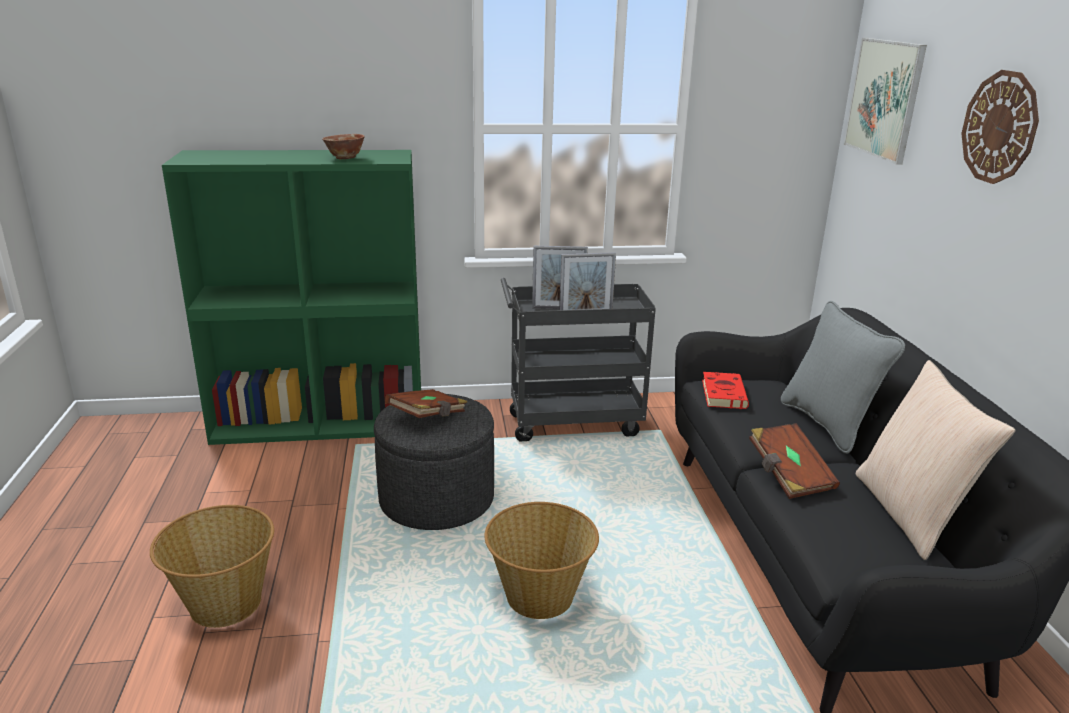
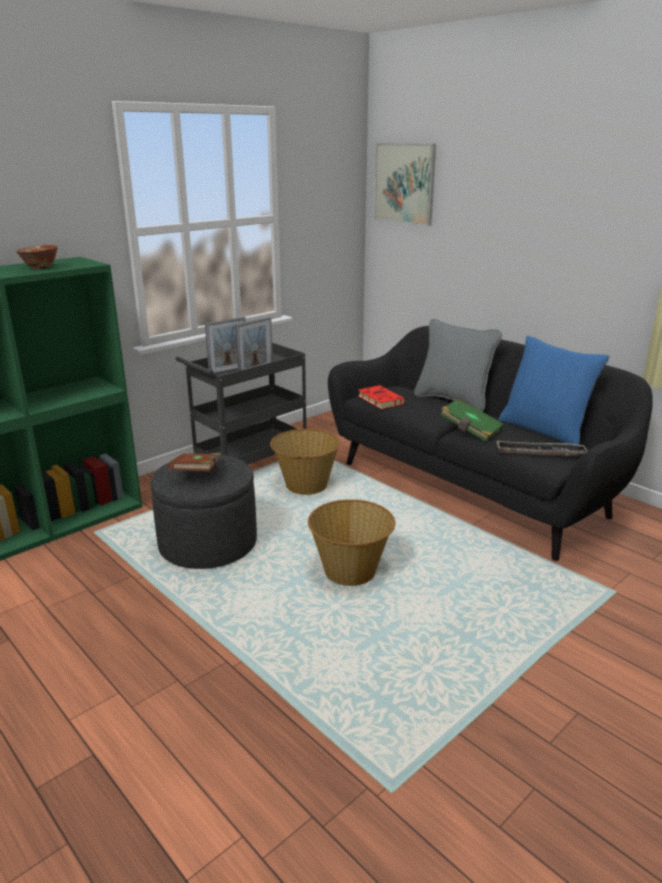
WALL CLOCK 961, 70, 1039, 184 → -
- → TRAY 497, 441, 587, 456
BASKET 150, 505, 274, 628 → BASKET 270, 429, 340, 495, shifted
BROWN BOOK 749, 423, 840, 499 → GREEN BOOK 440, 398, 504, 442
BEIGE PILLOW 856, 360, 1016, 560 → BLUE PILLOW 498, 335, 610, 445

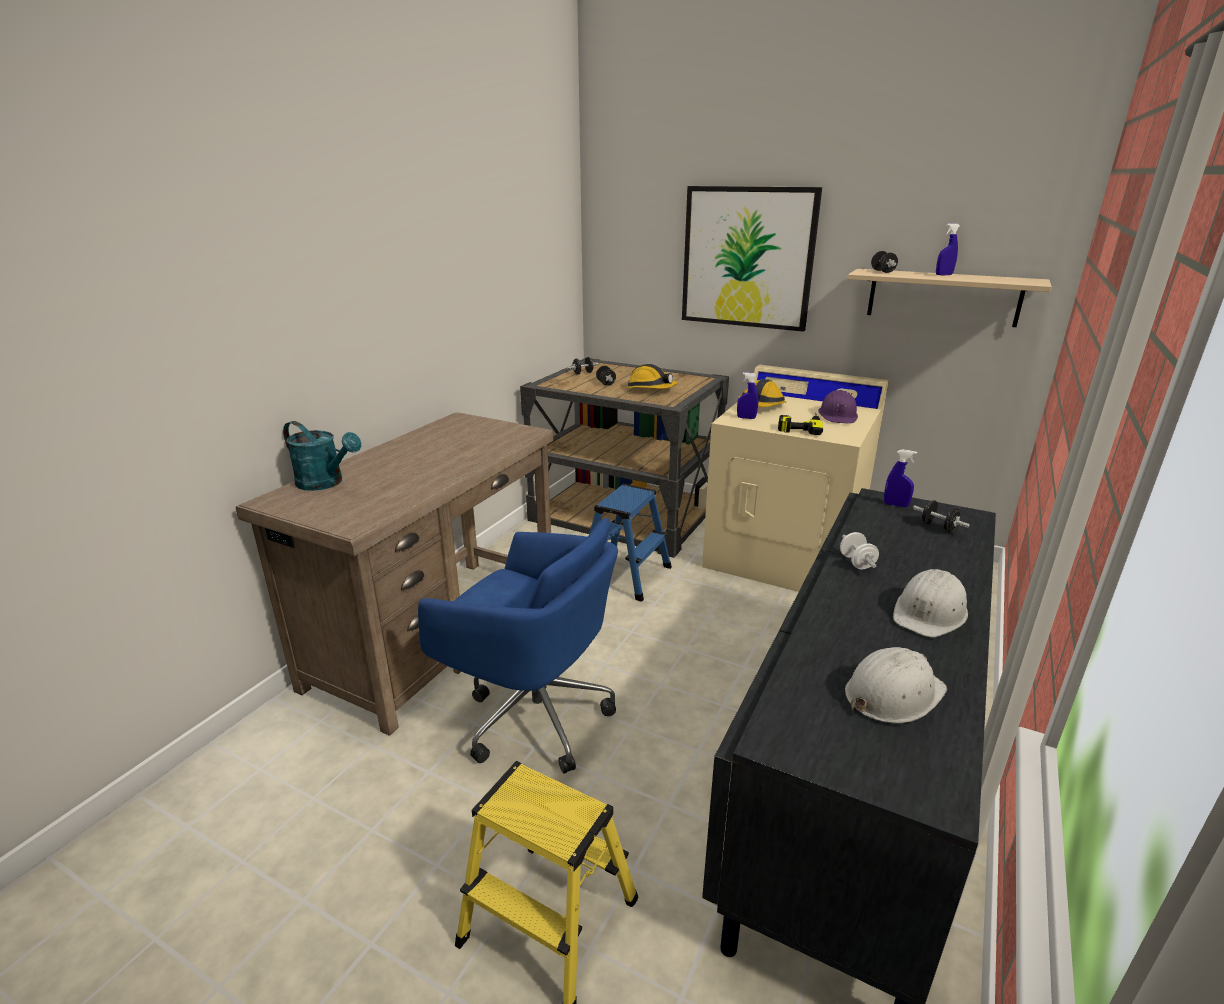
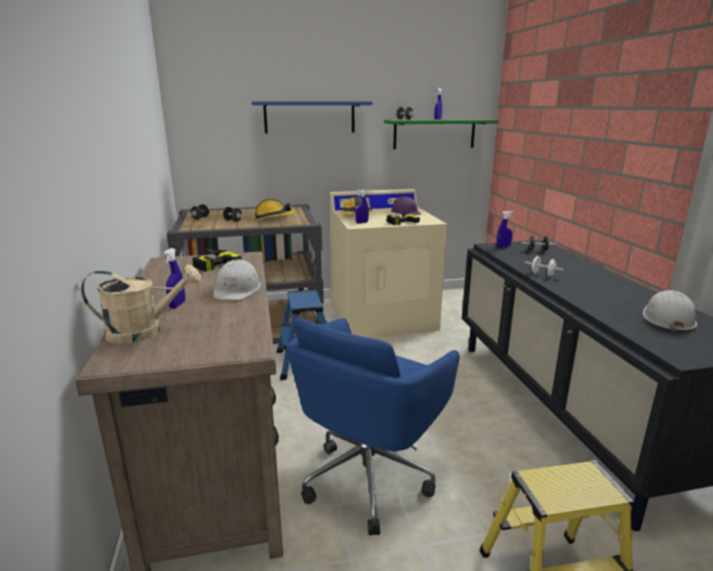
- → BLUE SPRAY BOTTLE 164, 248, 185, 309
- → POWER DRILL 193, 249, 242, 272
WHITE HARD HAT 893, 569, 968, 638 → WHITE HARD HAT 214, 259, 261, 300, shifted
PICTURE 682, 186, 822, 332 → BLUE SHELF 251, 101, 373, 134
TURQUOISE WATERING CAN 283, 421, 361, 491 → BEIGE WATERING CAN 81, 264, 202, 344
BEIGE SHELF 847, 269, 1052, 327 → GREEN SHELF 384, 119, 499, 149
BLUE OFFICE CHAIR 418, 518, 618, 774 → BLUE OFFICE CHAIR 286, 318, 460, 536, 135 degrees clockwise

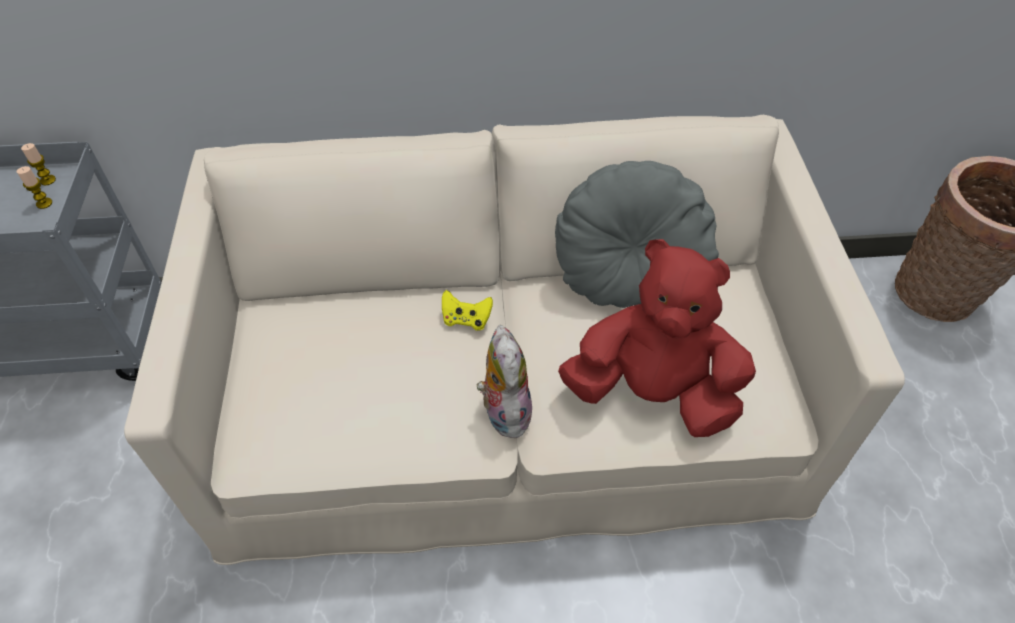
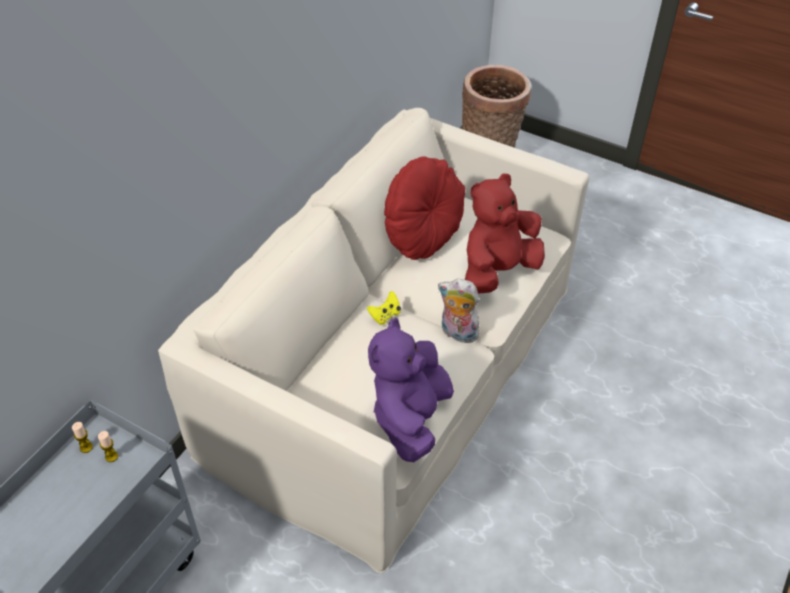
- → PURPLE PLUSH TOY 368, 318, 454, 462
GREY PILLOW 555, 161, 719, 308 → RED PILLOW 384, 157, 465, 260

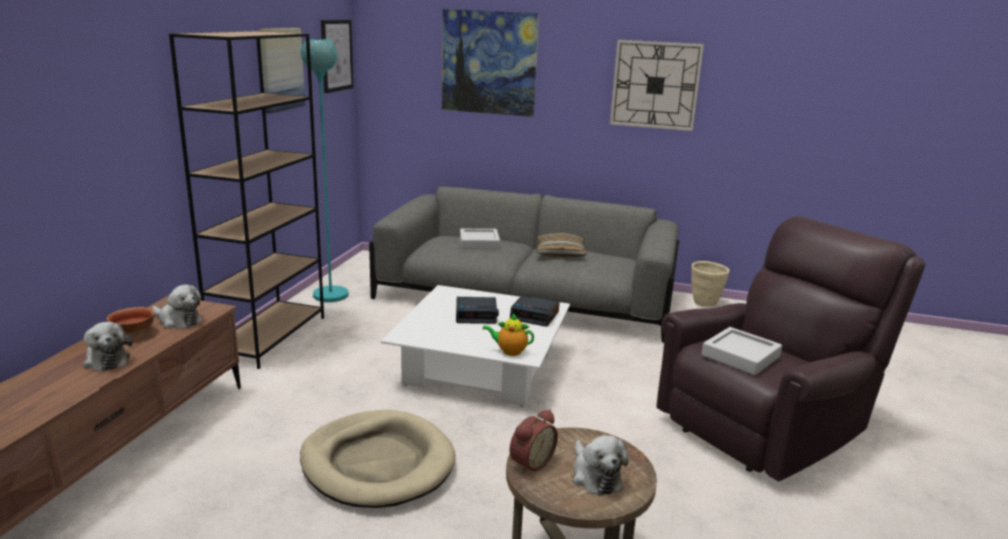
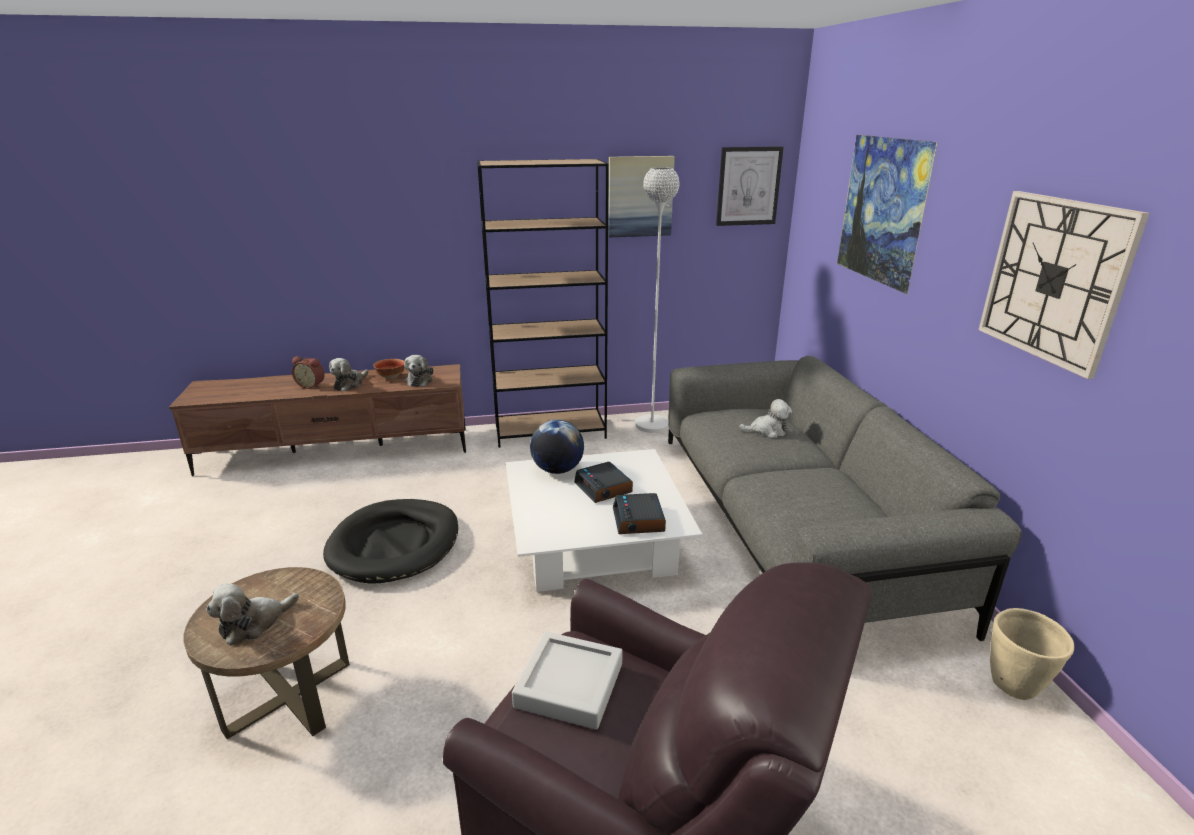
TEAPOT 482, 313, 534, 356 → -
PILLOW 536, 233, 587, 258 → -
- → GLOBE 530, 420, 584, 474
ALARM CLOCK 510, 409, 558, 474 → ALARM CLOCK 292, 356, 325, 389, shifted
GREY TRAY 460, 229, 500, 249 → PLUSH TOY 739, 399, 792, 438
BEIGE DOG BED 300, 410, 456, 508 → BLACK DOG BED 323, 499, 458, 583
TURQUOISE FLOOR LAMP 301, 38, 349, 302 → WHITE FLOOR LAMP 635, 167, 679, 433

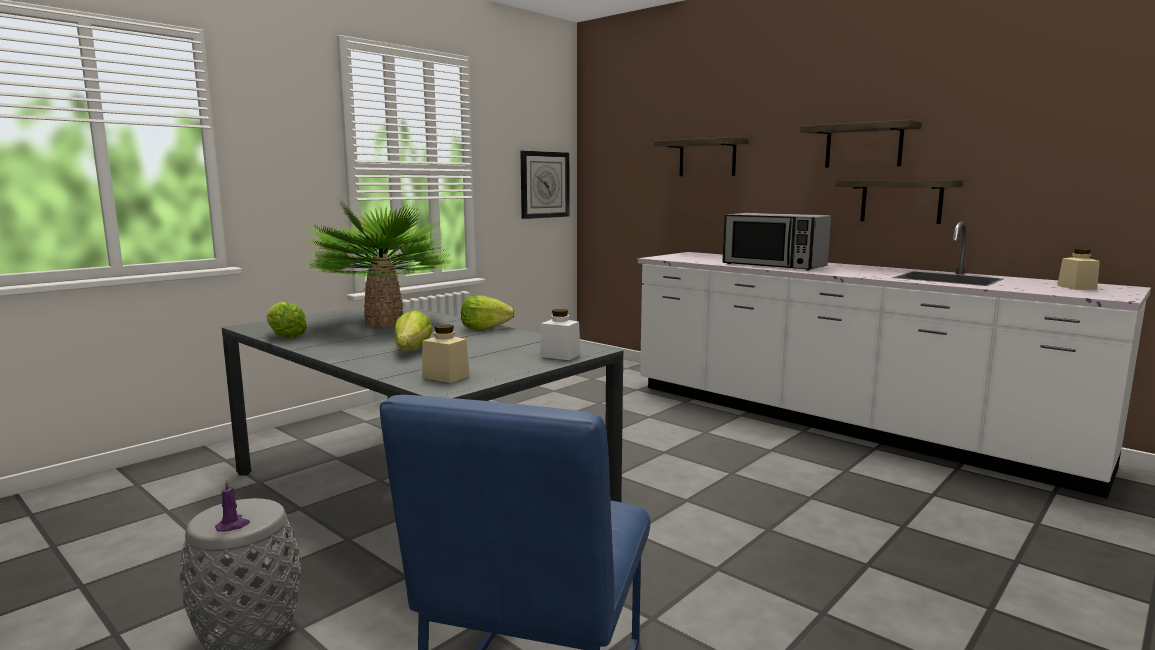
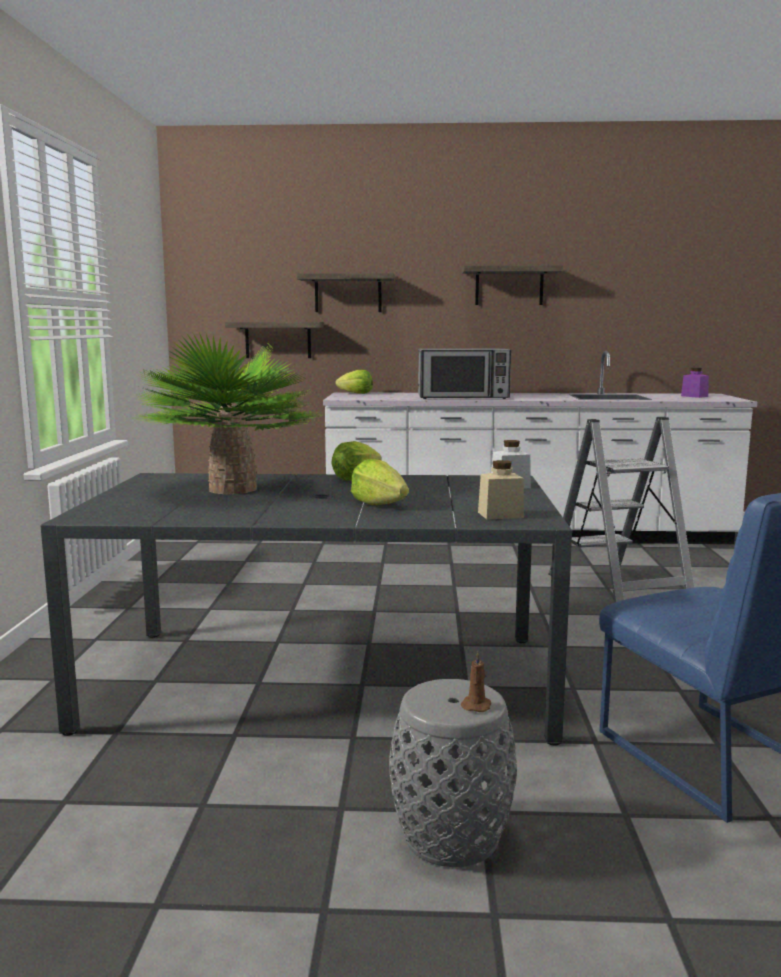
WALL CLOCK 521, 151, 569, 219 → -
- → GREY STEP LADDER 548, 417, 694, 603
LETTUCE 266, 302, 307, 338 → LETTUCE 336, 370, 373, 394, shifted
SHELF 835, 180, 963, 224 → SHELF 225, 322, 324, 358, shifted
PURPLE CANDLE 215, 479, 250, 532 → BROWN CANDLE 461, 652, 491, 712
BEIGE JAR 1057, 249, 1100, 290 → PURPLE JAR 681, 368, 709, 398

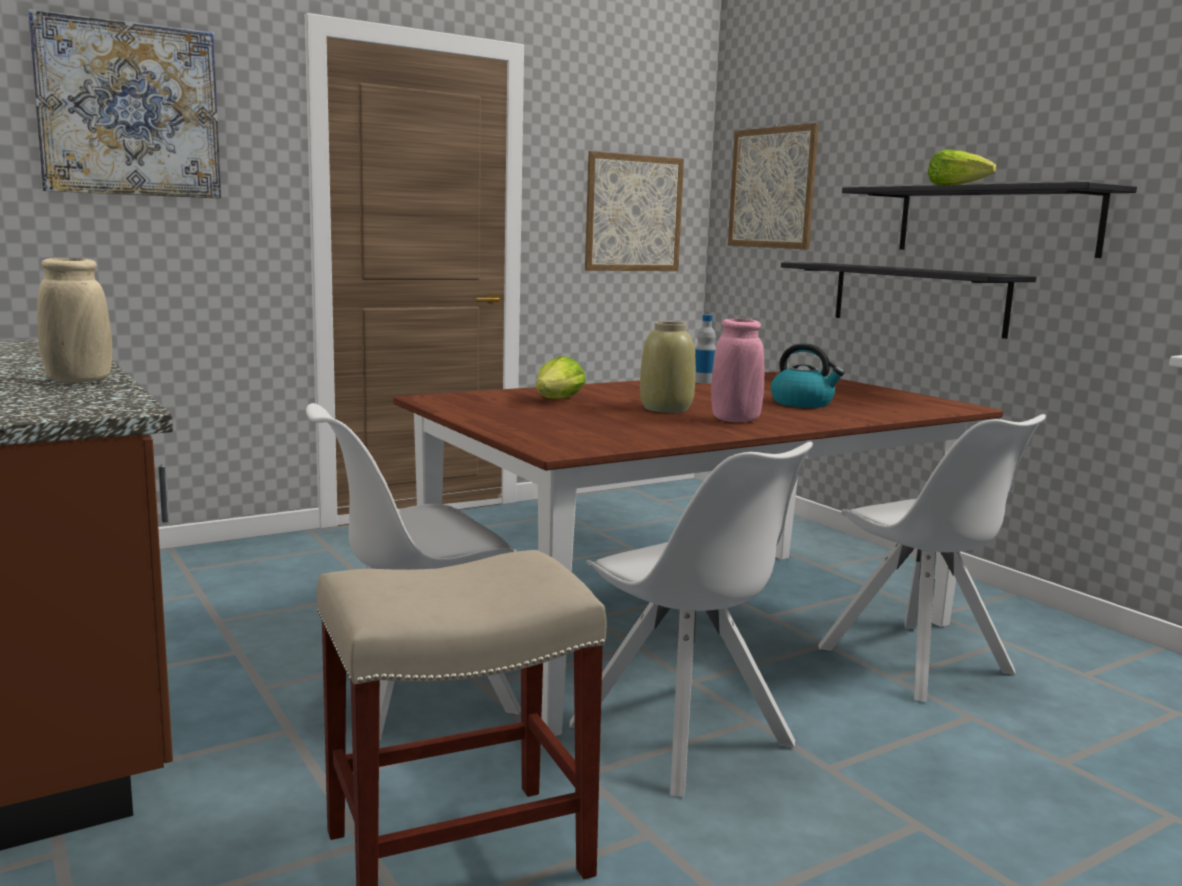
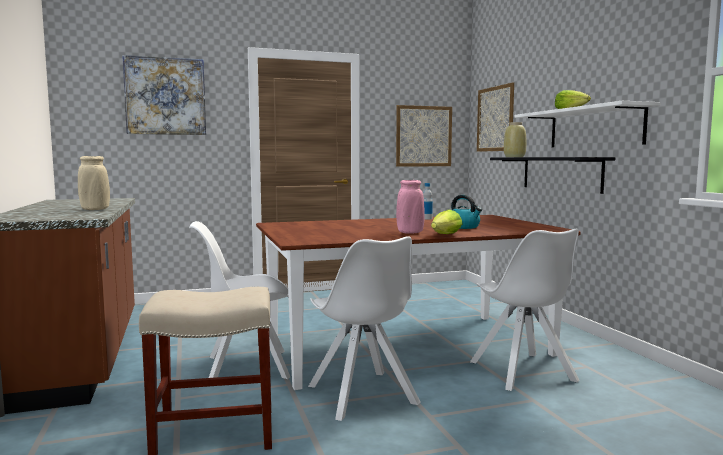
LETTUCE 536, 356, 586, 399 → LETTUCE 431, 210, 463, 234, shifted
BEIGE VASE 640, 322, 696, 413 → BEIGE VASE 504, 122, 526, 157, shifted
BLACK SHELF 842, 182, 1137, 258 → WHITE SHELF 514, 101, 661, 147

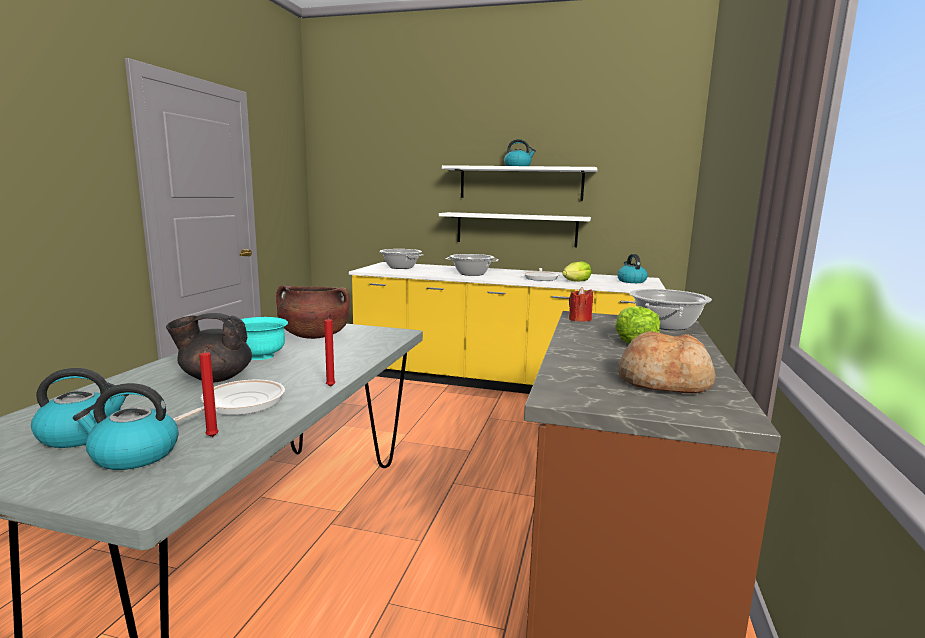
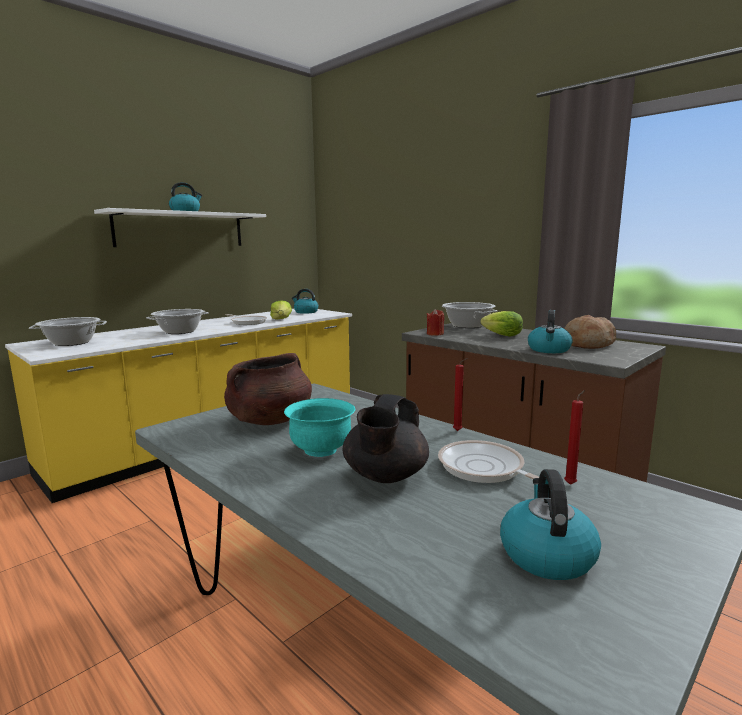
WHITE SHELF 439, 212, 591, 247 → -
KETTLE 73, 383, 178, 470 → KETTLE 528, 310, 573, 353, shifted

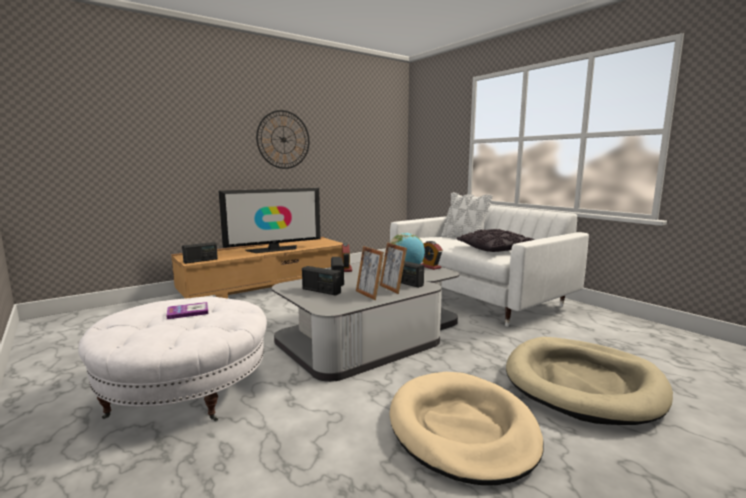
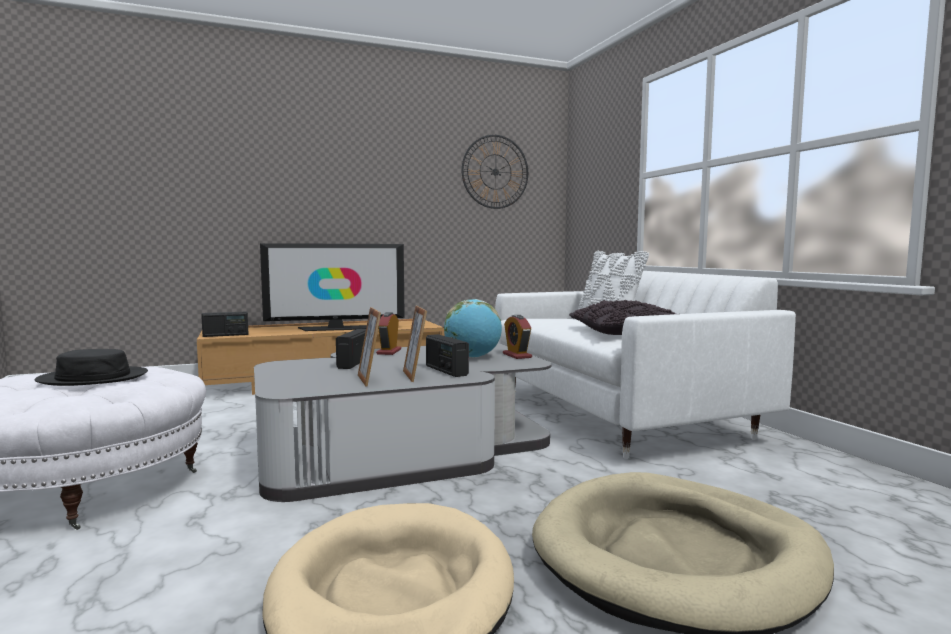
RADIO 302, 266, 341, 296 → -
WALL CLOCK 256, 110, 310, 169 → WALL CLOCK 461, 135, 528, 209, shifted
BOOK 166, 302, 208, 319 → BLACK HAT 35, 349, 148, 386

